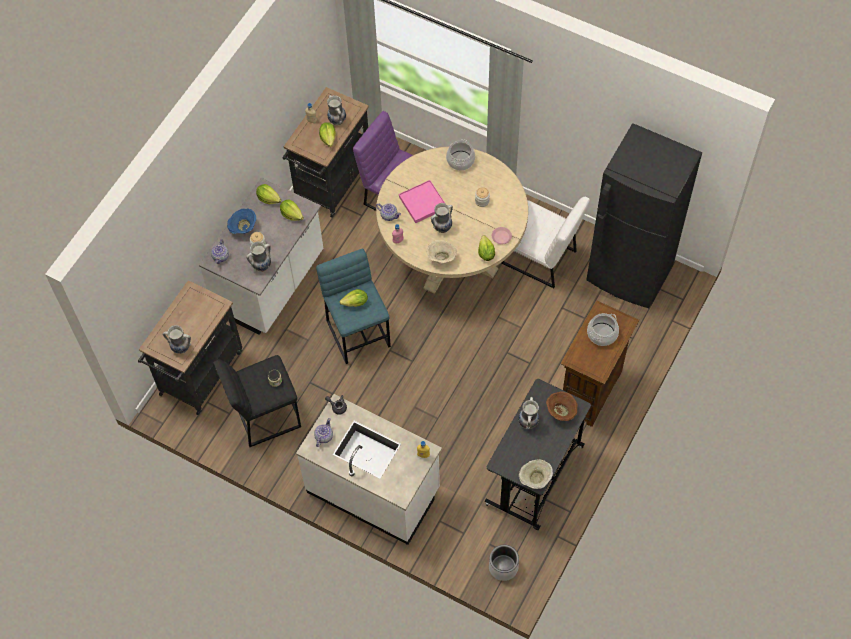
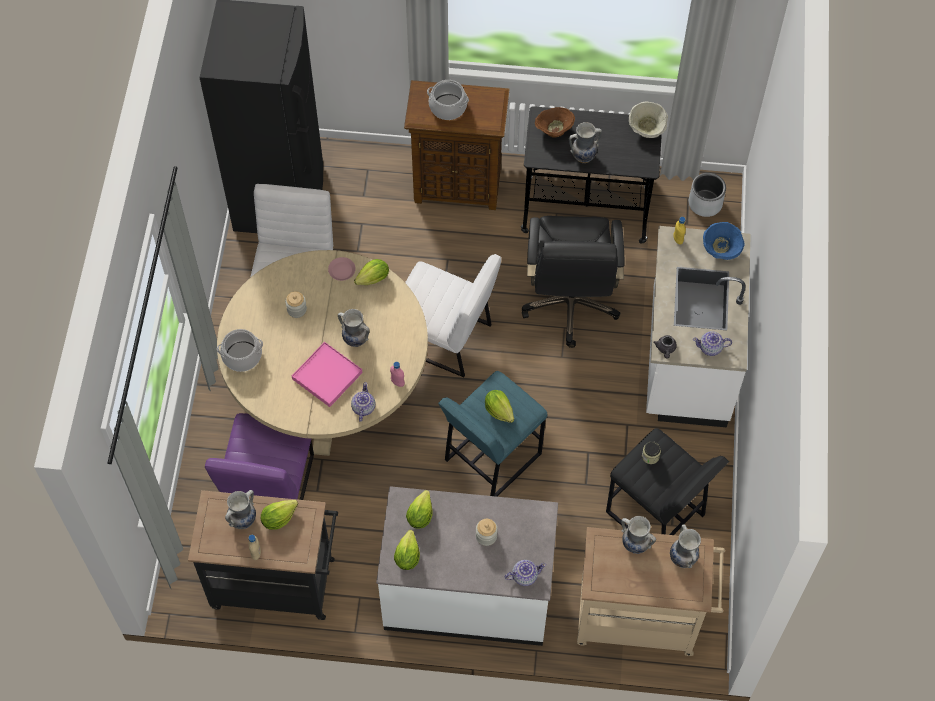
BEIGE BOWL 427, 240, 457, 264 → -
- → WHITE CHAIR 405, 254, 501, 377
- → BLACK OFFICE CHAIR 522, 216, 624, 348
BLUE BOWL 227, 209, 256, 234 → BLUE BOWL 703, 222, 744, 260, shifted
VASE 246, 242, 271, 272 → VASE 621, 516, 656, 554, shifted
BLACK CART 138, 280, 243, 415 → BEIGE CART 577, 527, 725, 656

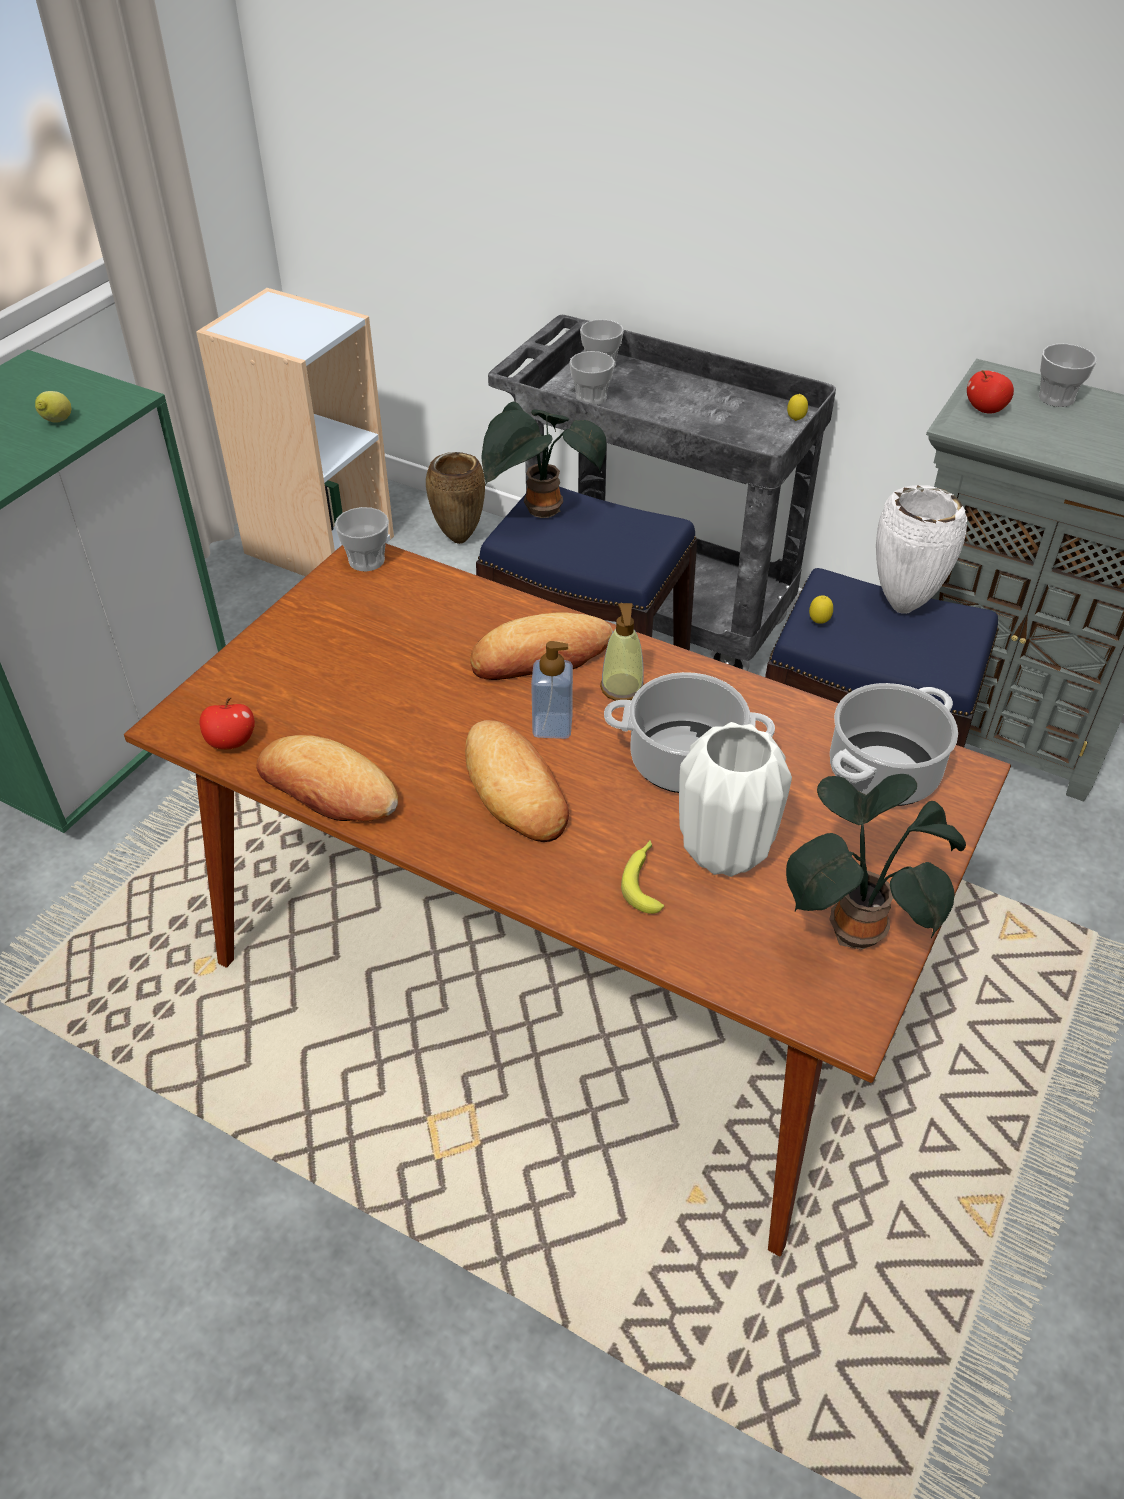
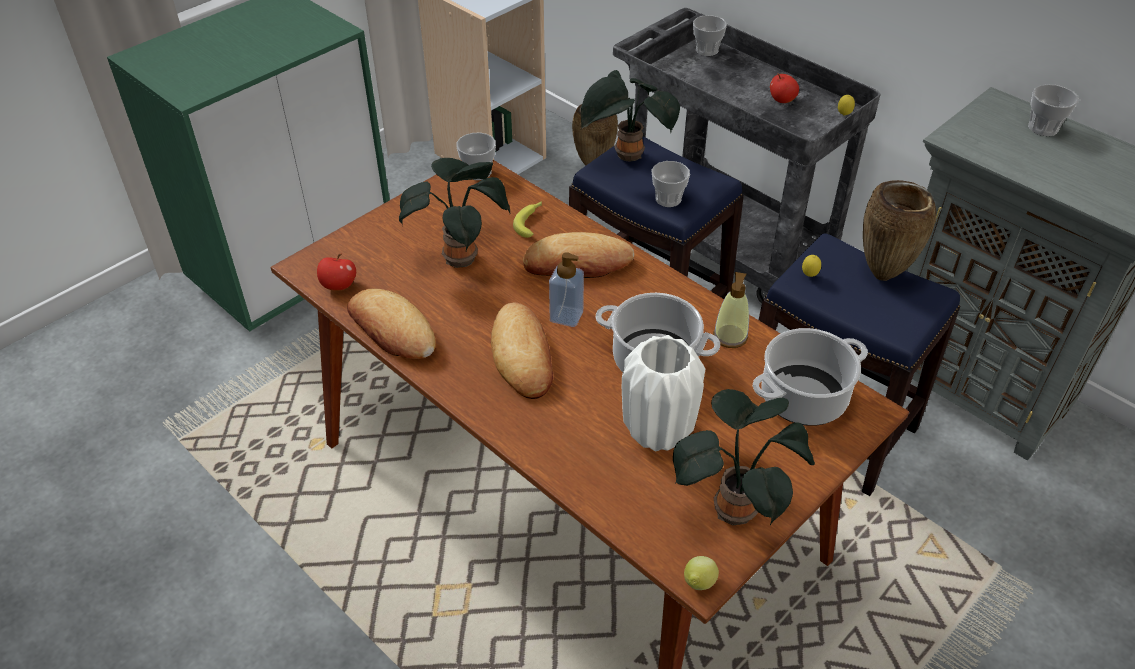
- → POTTED PLANT 399, 158, 510, 268
LEMON 35, 391, 71, 423 → LEMON 684, 556, 719, 590, shifted
CUP 569, 351, 615, 405 → CUP 651, 161, 690, 207, shifted
SOAP DISPENSER 600, 603, 644, 701 → SOAP DISPENSER 713, 272, 749, 348, shifted
BANANA 621, 840, 664, 914 → BANANA 513, 201, 542, 238, shifted
APPLE 967, 370, 1014, 414 → APPLE 770, 73, 799, 103, shifted
WHITE VASE 876, 485, 967, 614 → BROWN VASE 863, 180, 936, 281

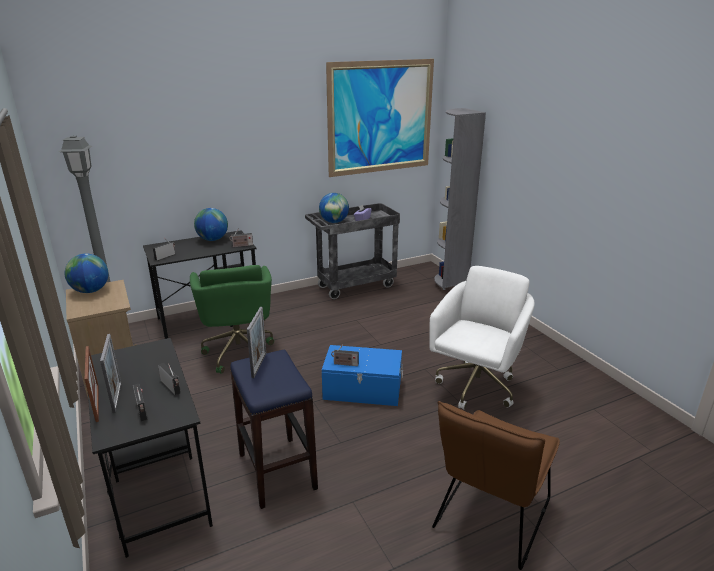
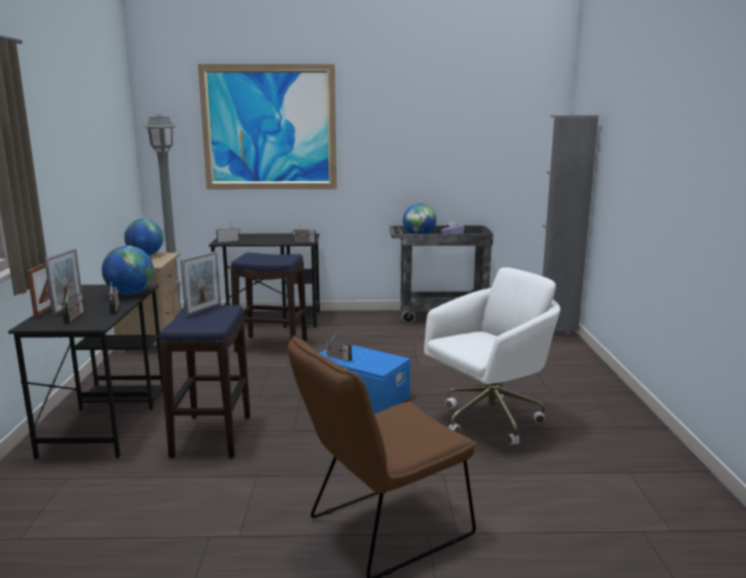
GLOBE 194, 208, 228, 241 → GLOBE 102, 246, 154, 295, shifted
PICTURE 326, 59, 434, 177 → PICTURE 198, 64, 337, 189, shifted
GREEN OFFICE CHAIR 190, 265, 274, 374 → STOOL 231, 252, 307, 352

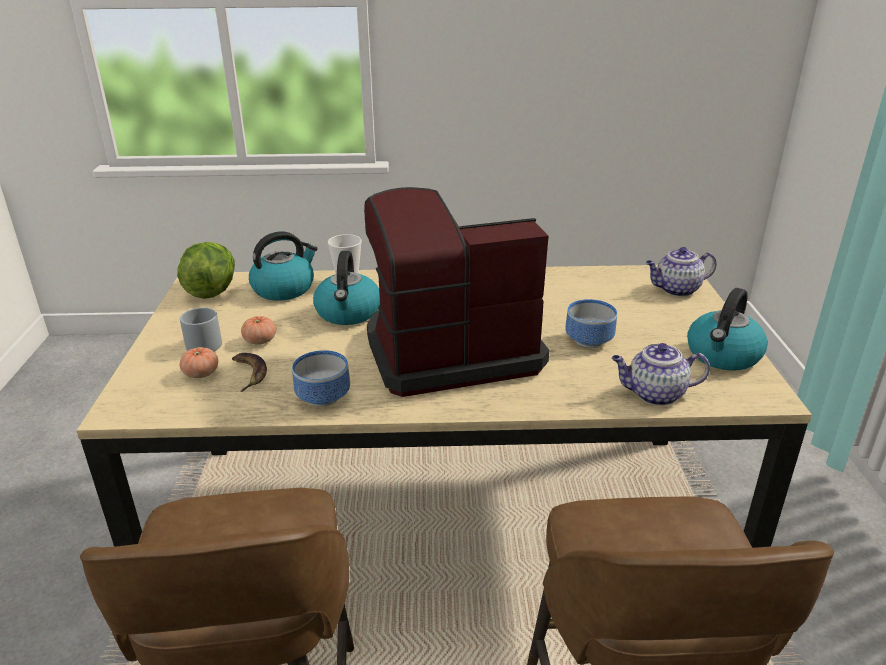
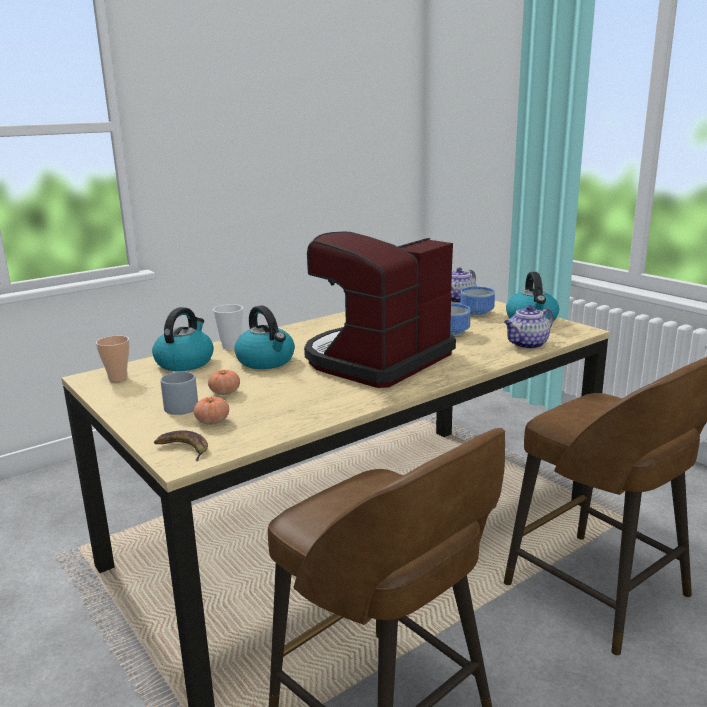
BANANA 232, 353, 267, 392 → BANANA 154, 430, 208, 461, shifted
BOWL 292, 350, 350, 407 → BOWL 460, 287, 495, 316, shifted
LETTUCE 177, 242, 235, 299 → CUP 96, 336, 130, 382

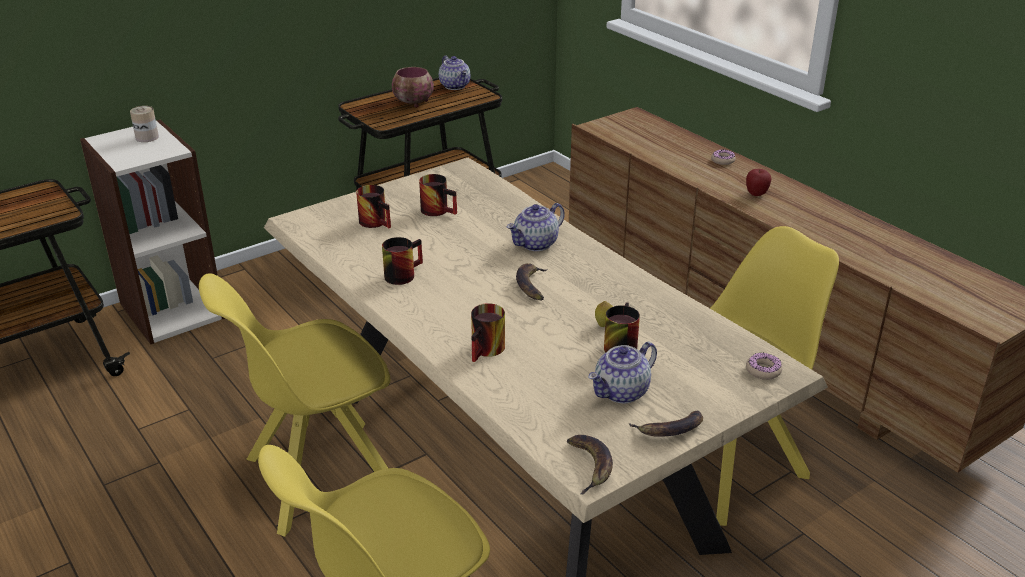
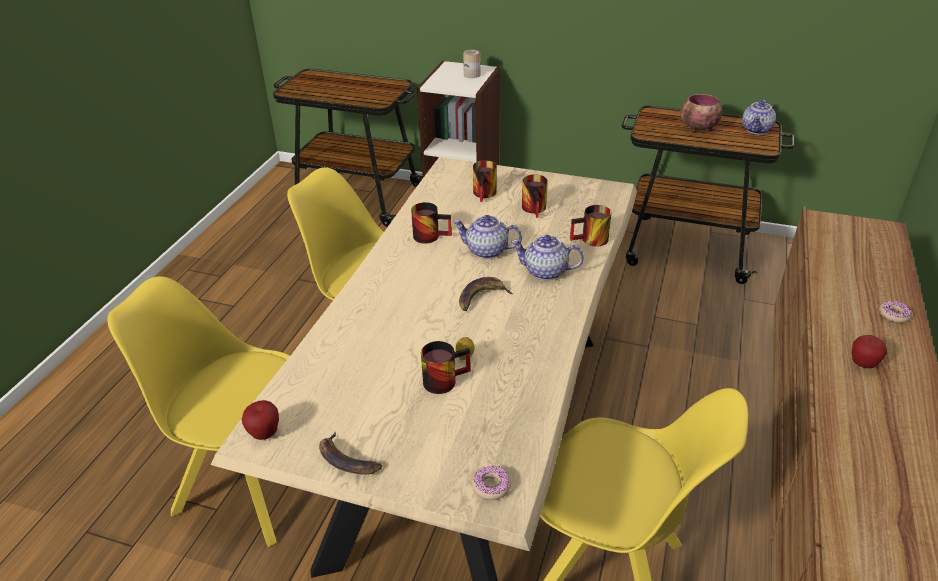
MUG 471, 303, 505, 362 → MUG 570, 205, 612, 247, shifted
TEAPOT 588, 342, 657, 403 → TEAPOT 453, 215, 522, 259, shifted
BANANA 567, 435, 613, 494 → APPLE 242, 400, 279, 440

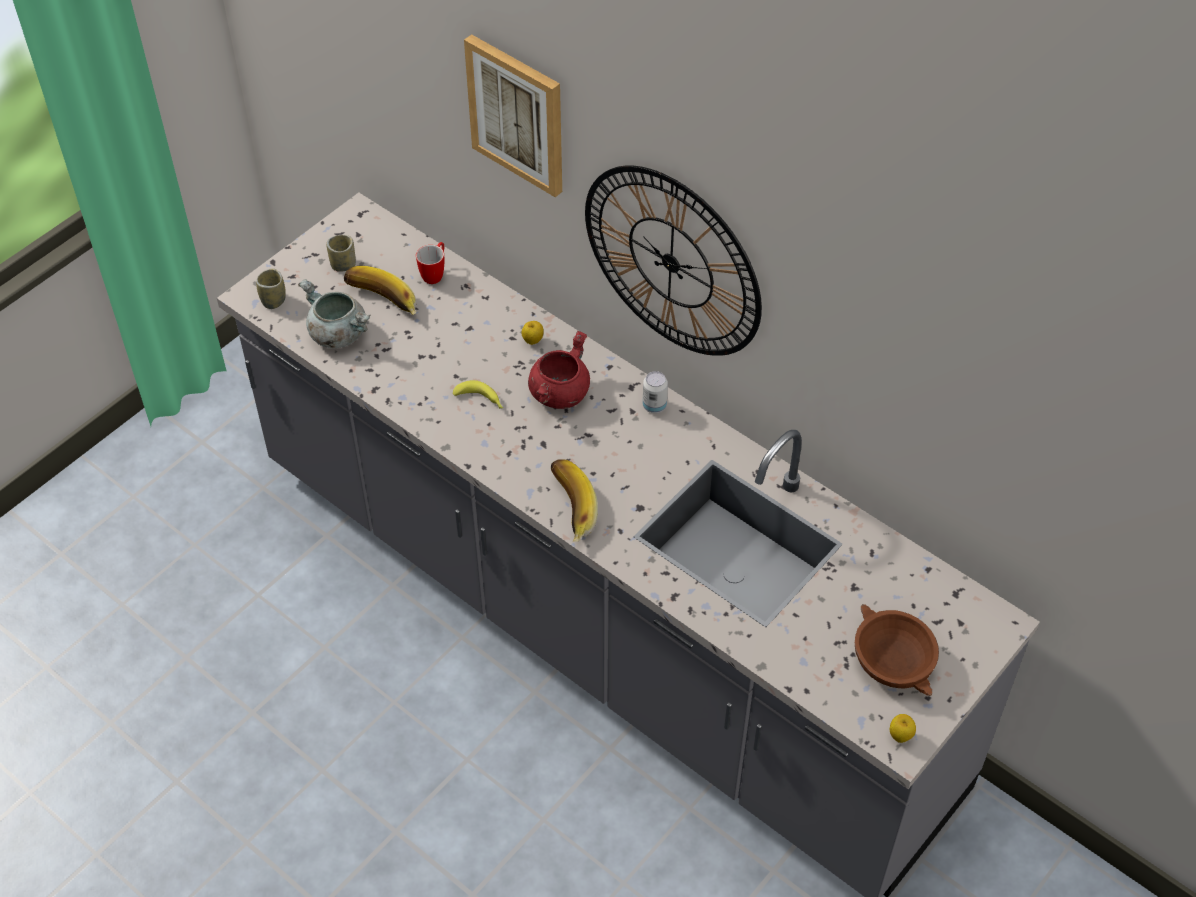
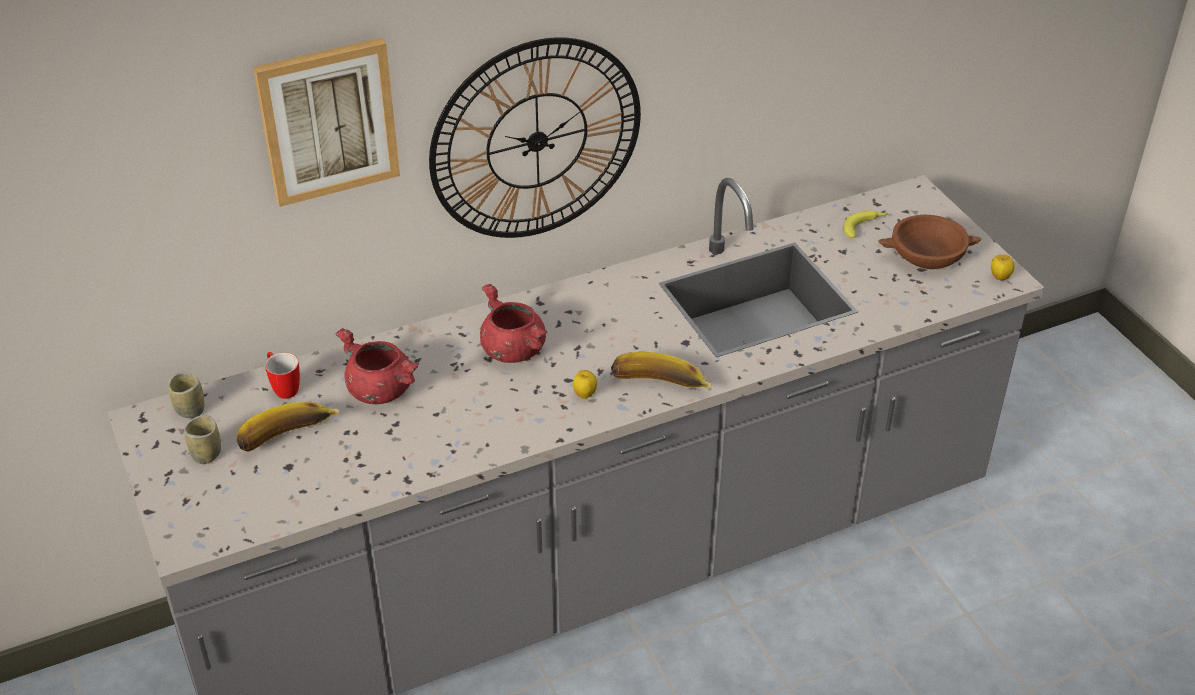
GREY COOKING POT 298, 279, 371, 348 → -
CAN 643, 371, 668, 413 → -
- → RED COOKING POT 336, 328, 419, 405
CUP 256, 268, 286, 309 → CUP 168, 373, 204, 418, shifted
BANANA 453, 380, 503, 409 → BANANA 843, 211, 888, 238, shifted
APPLE 521, 321, 544, 345 → APPLE 573, 370, 597, 399, shifted

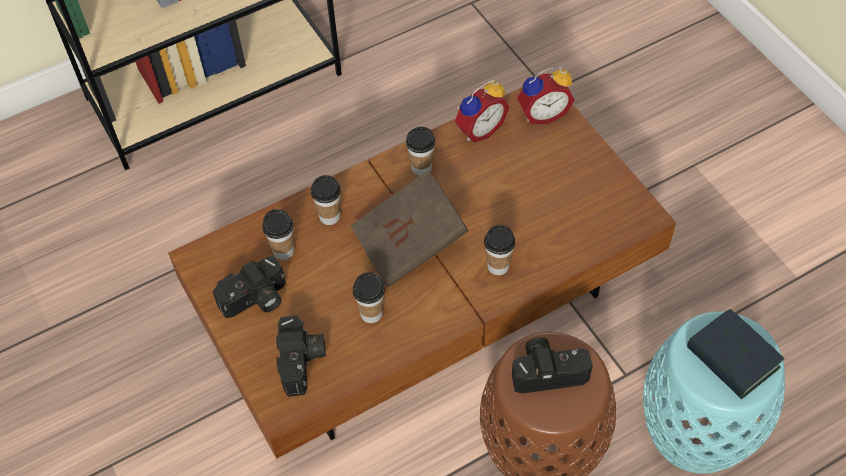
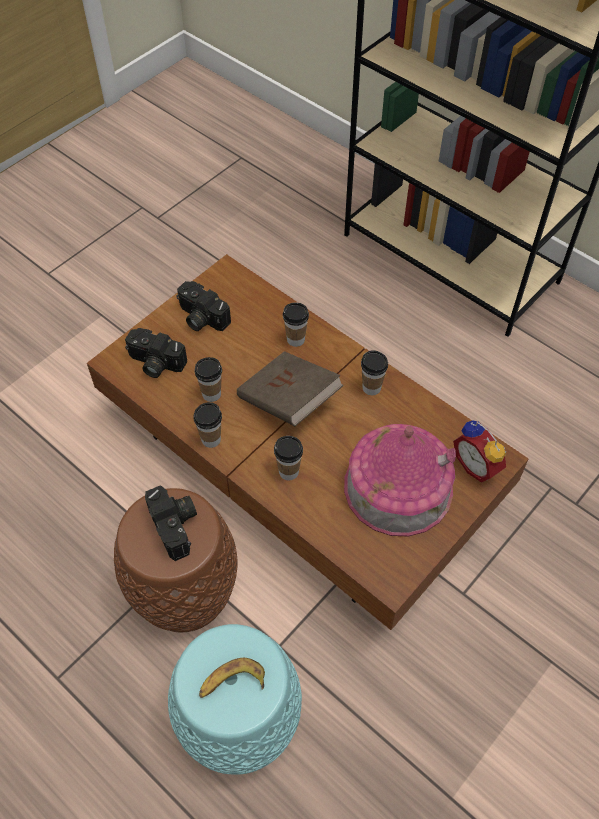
ALARM CLOCK 455, 80, 509, 143 → -
- → TOY HOUSE 344, 424, 456, 537
CUP 262, 209, 294, 260 → CUP 193, 402, 222, 448, shifted
BOOK 687, 309, 785, 399 → BANANA 199, 658, 265, 698
PHOTO CAMERA 276, 315, 326, 397 → PHOTO CAMERA 125, 328, 187, 378, 45 degrees clockwise

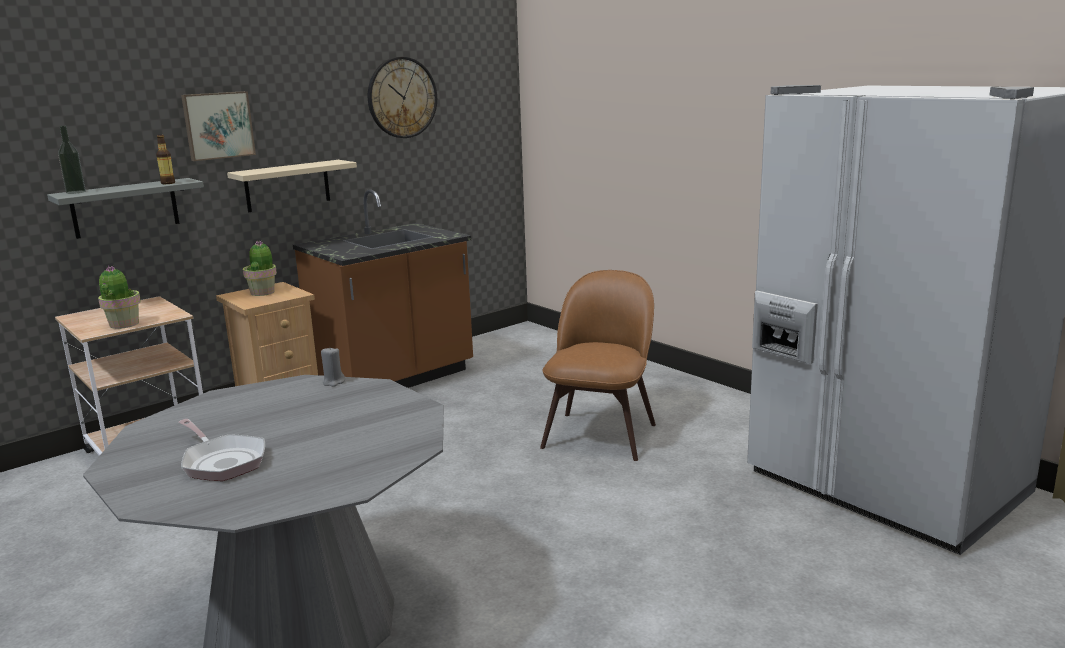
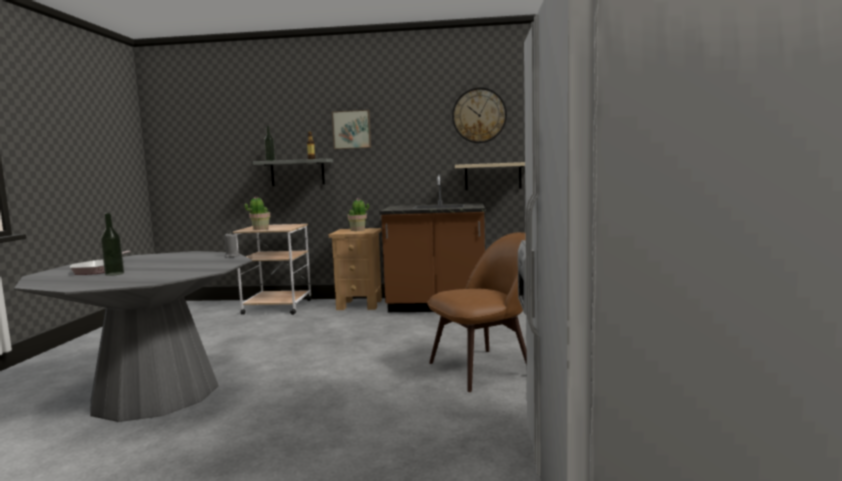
- → BOTTLE 101, 213, 124, 276
BEIGE SHELF 227, 160, 357, 212 → BEIGE SHELF 455, 162, 525, 190, shifted

